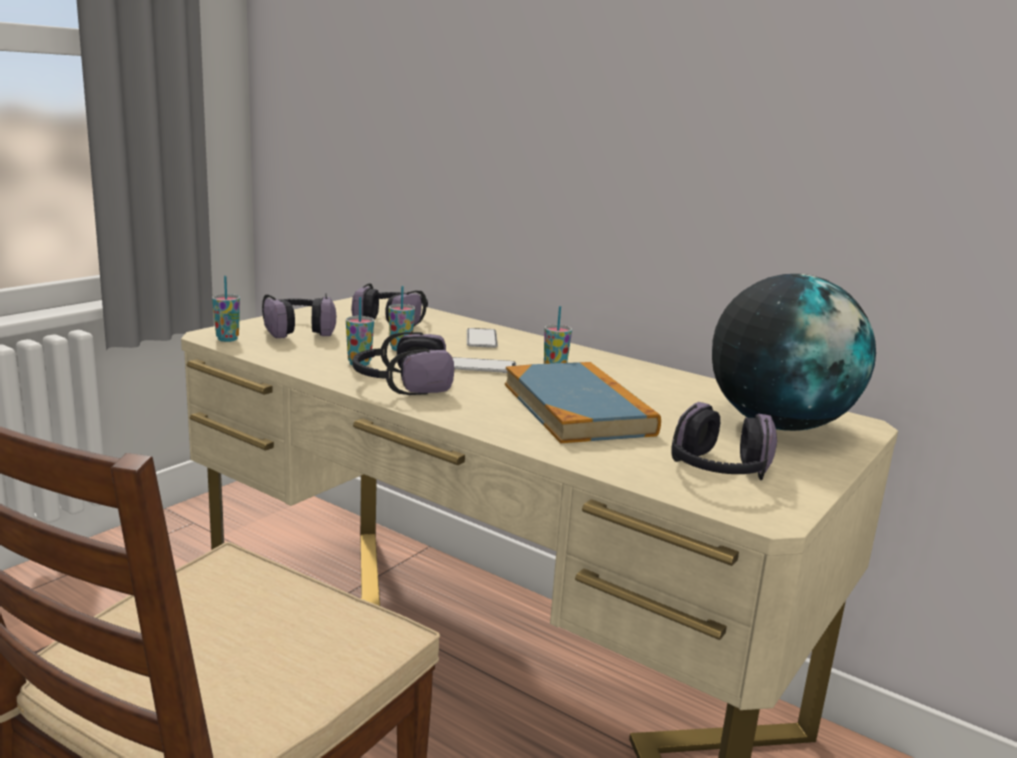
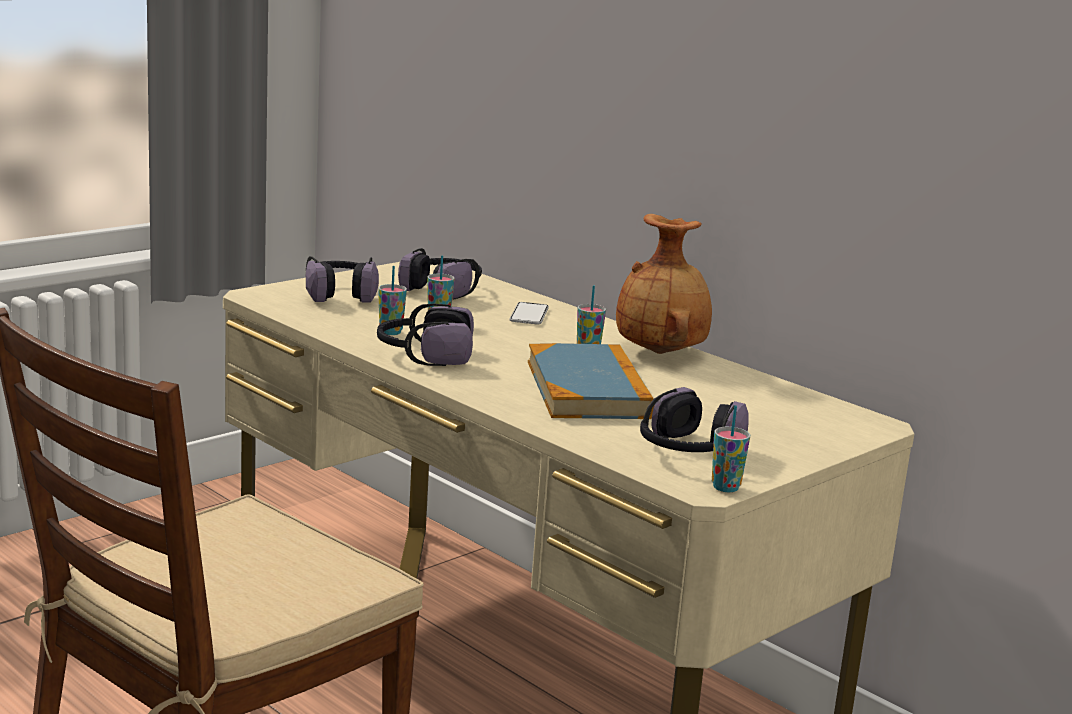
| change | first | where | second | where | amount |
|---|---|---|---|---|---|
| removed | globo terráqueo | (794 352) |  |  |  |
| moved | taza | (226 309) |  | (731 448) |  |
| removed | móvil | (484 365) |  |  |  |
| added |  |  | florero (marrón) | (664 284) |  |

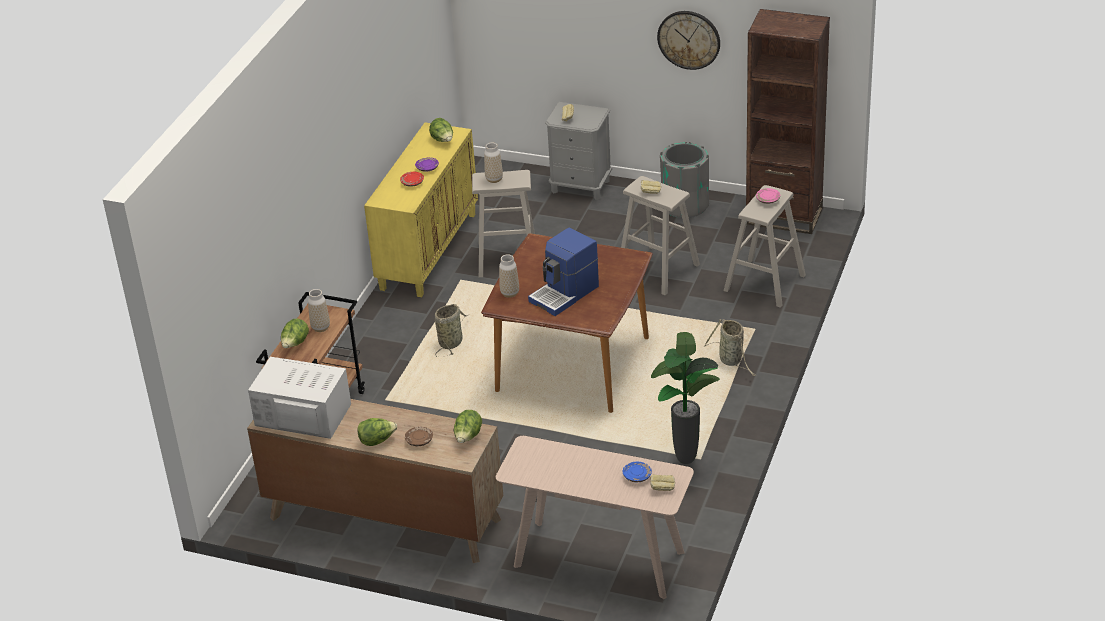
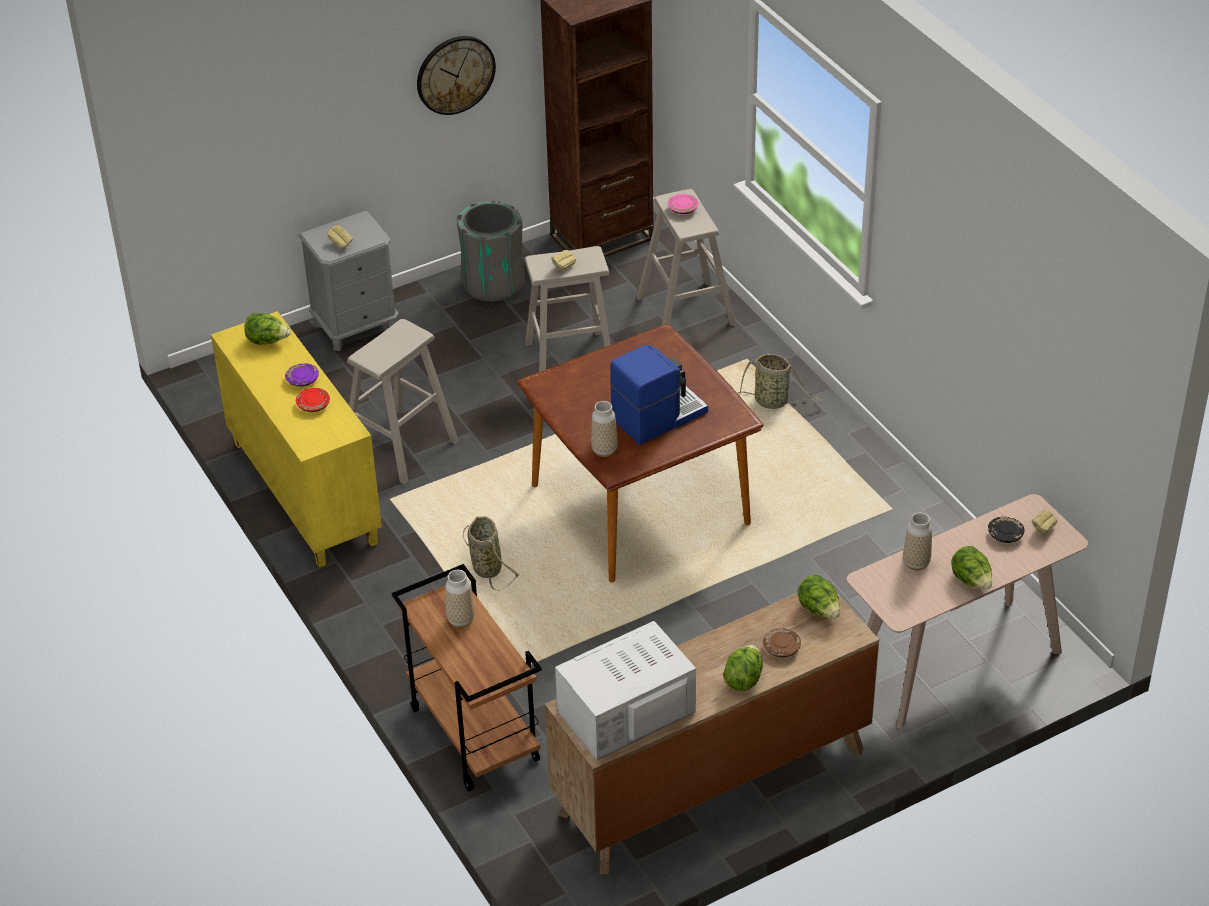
| change | first | where | second | where | amount |
|---|---|---|---|---|---|
| moved | florero | (493 163) |  | (917 542) |  |
| turned | cafetera | (563 272) |  | (659 394) | 120 degrees counterclockwise |
| moved | lechuga | (295 333) |  | (971 567) |  |
| removed | planta en maceta | (685 398) |  |  |  |
| recoloured | plato (azul) | (637 472) | plato (negro) | (1006 530) |  |

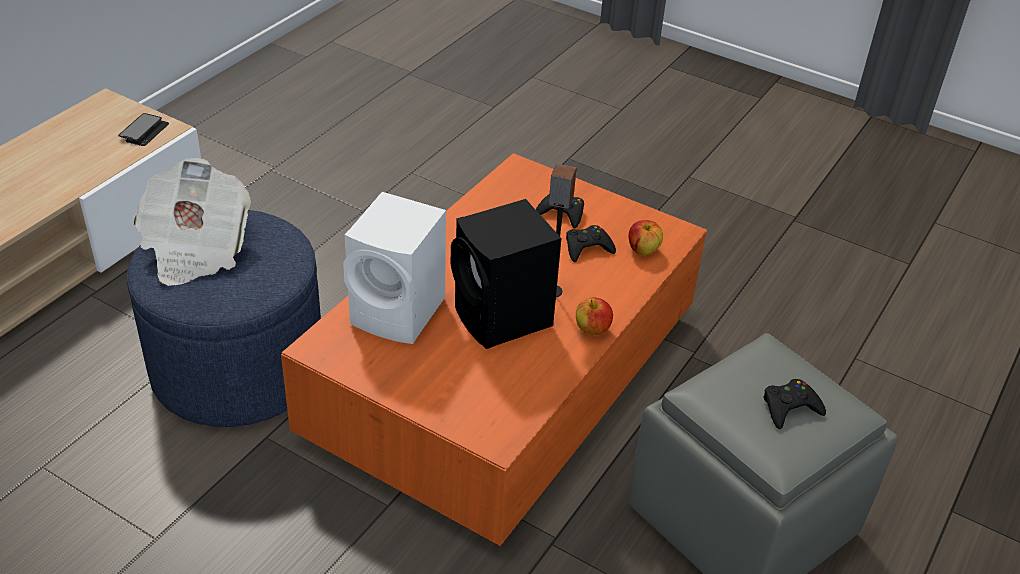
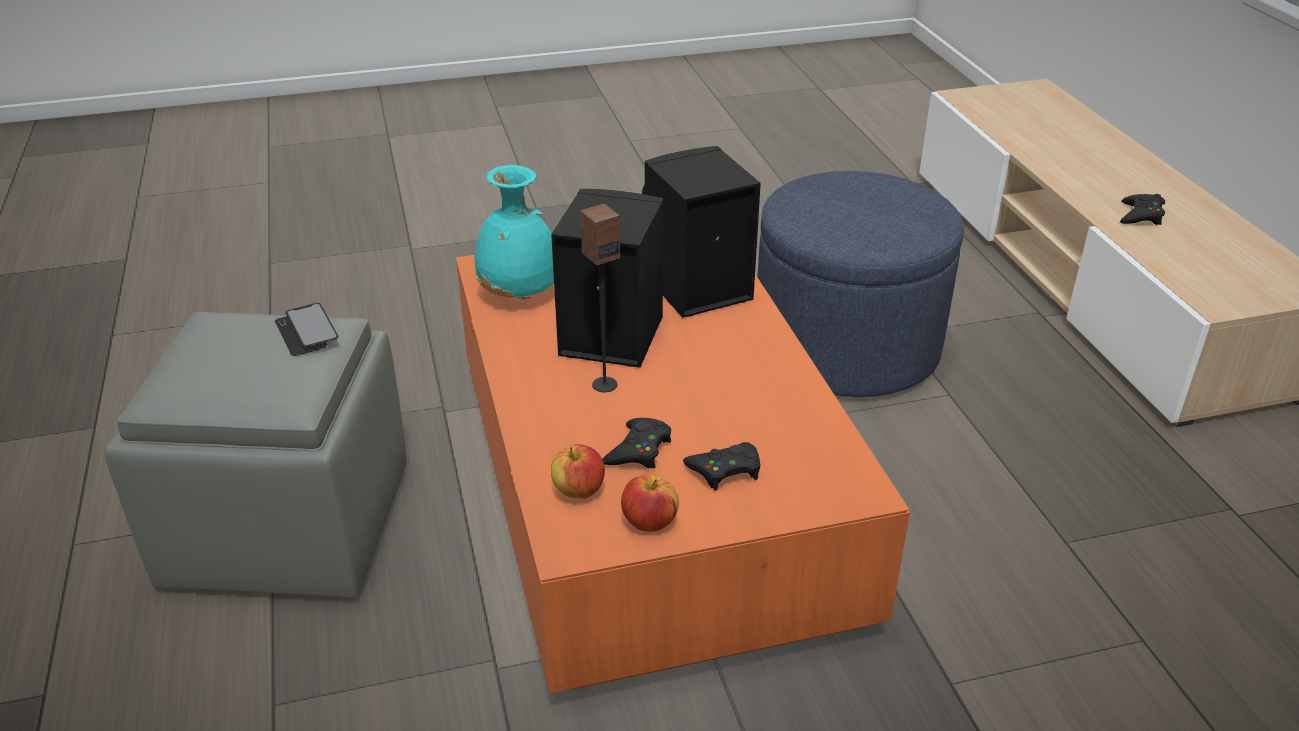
| change | first | where | second | where | amount |
|---|---|---|---|---|---|
| moved | móvil | (143 129) |  | (307 329) |  |
| removed | periódico | (192 222) |  |  |  |
| recoloured | altavoz (blanco) | (394 268) | altavoz (negro) | (701 232) |  |
| moved | manzana | (594 316) |  | (650 503) |  |
| moved | mando de consola (negro) | (794 404) |  | (1142 209) |  |
| added |  |  | florero (turquesa) | (514 232) |  |

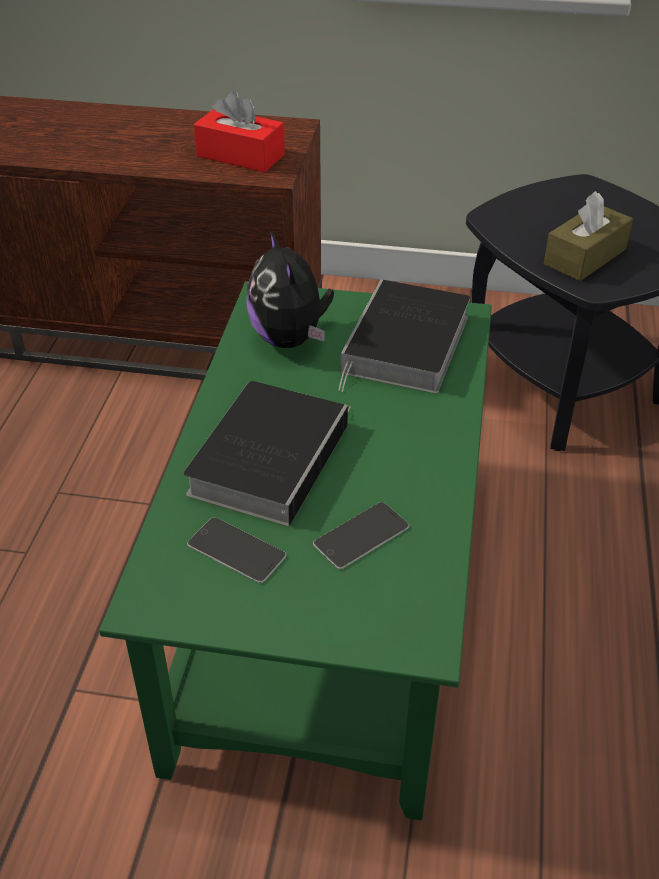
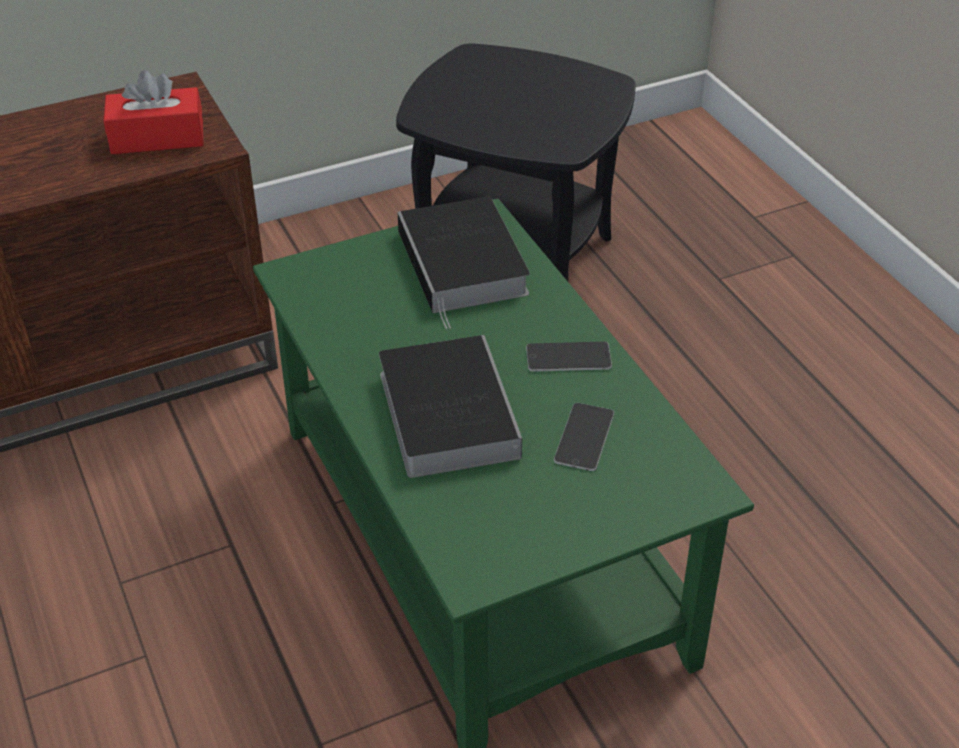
| change | first | where | second | where | amount |
|---|---|---|---|---|---|
| removed | caja de pañuelos (marrón) | (588 236) |  |  |  |
| removed | peluche | (290 288) |  |  |  |
| moved | móvil | (236 550) |  | (569 357) |  |

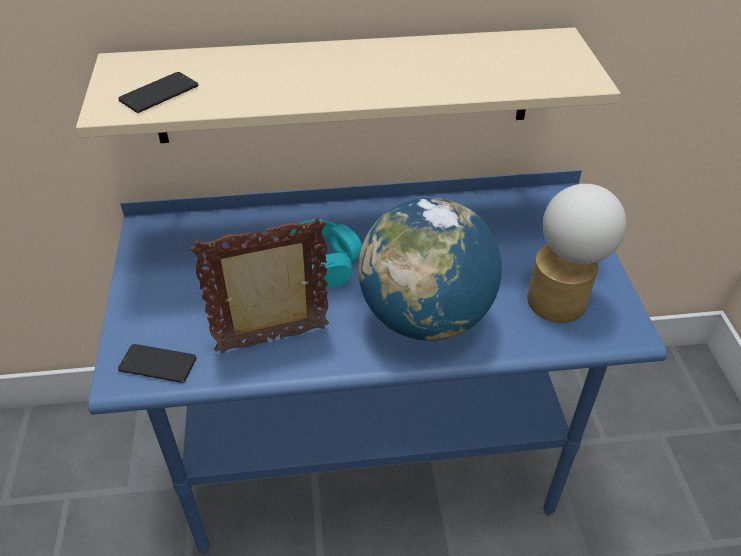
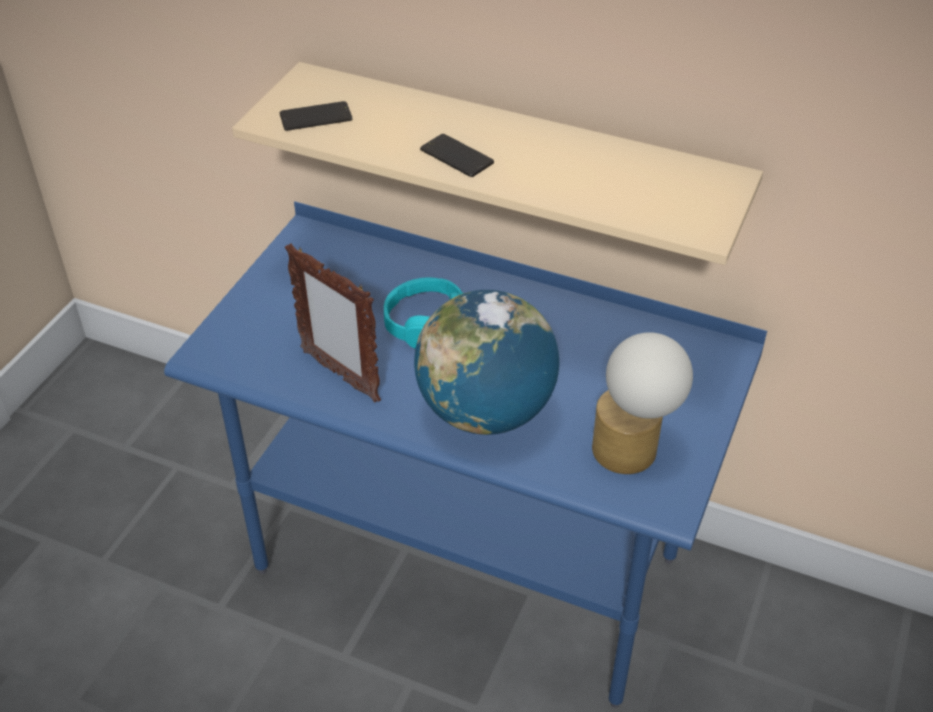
| change | first | where | second | where | amount |
|---|---|---|---|---|---|
| turned | portarretratos | (259 285) |  | (333 322) | 150 degrees counterclockwise |
| moved | móvil | (157 363) |  | (457 155) |  |

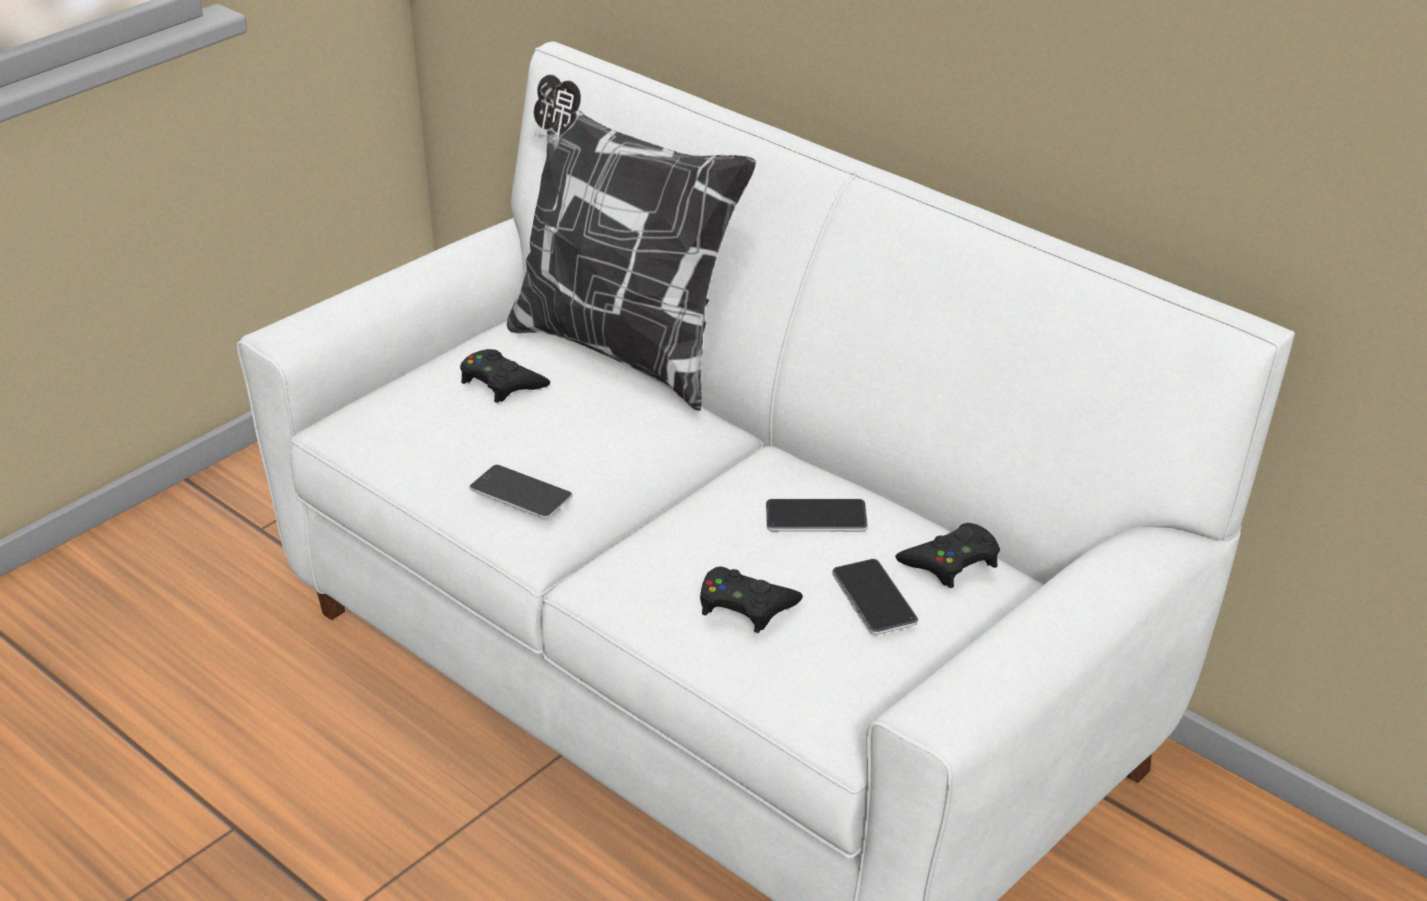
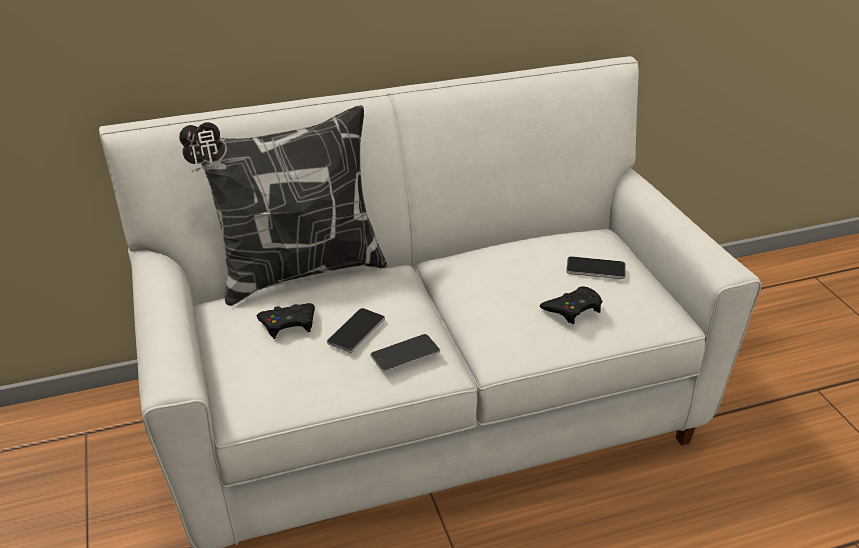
| change | first | where | second | where | amount |
|---|---|---|---|---|---|
| moved | móvil | (817 515) |  | (356 330) |  |
| removed | mando de consola (negro) | (948 555) |  |  |  |

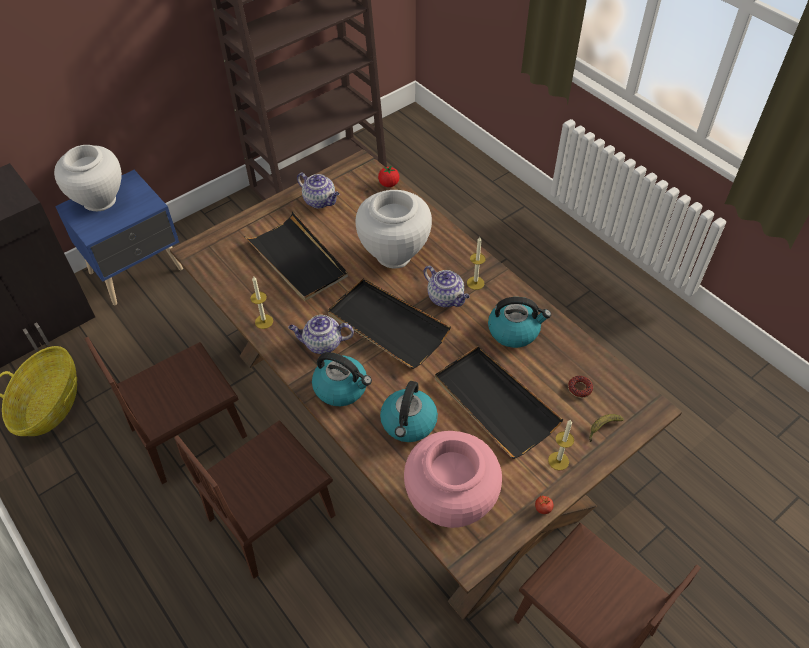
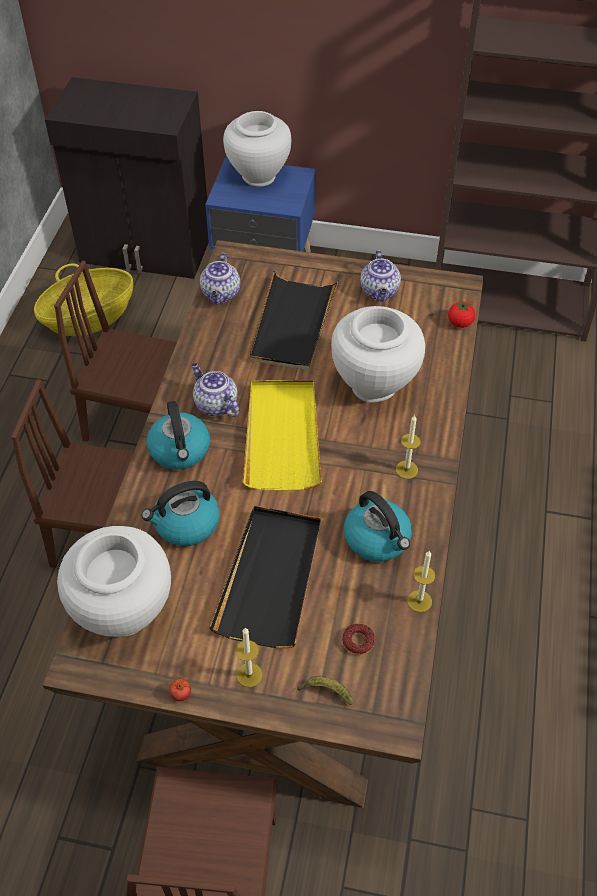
| change | first | where | second | where | amount |
|---|---|---|---|---|---|
| moved | tetera | (447 286) |  | (220 278) |  |
| moved | vela | (261 302) |  | (421 581) |  |
| recoloured | bandeja (negro) | (389 324) | bandeja (amarillo) | (282 435) |  |
| recoloured | florero (rosa) | (453 479) | florero (blanco) | (114 581) |  |

